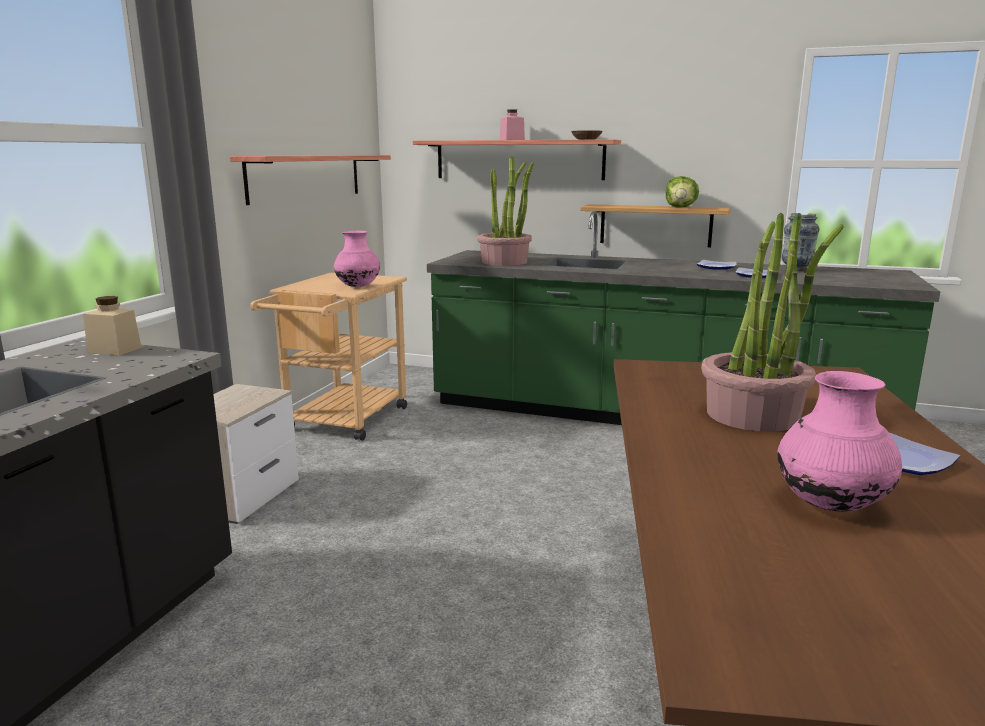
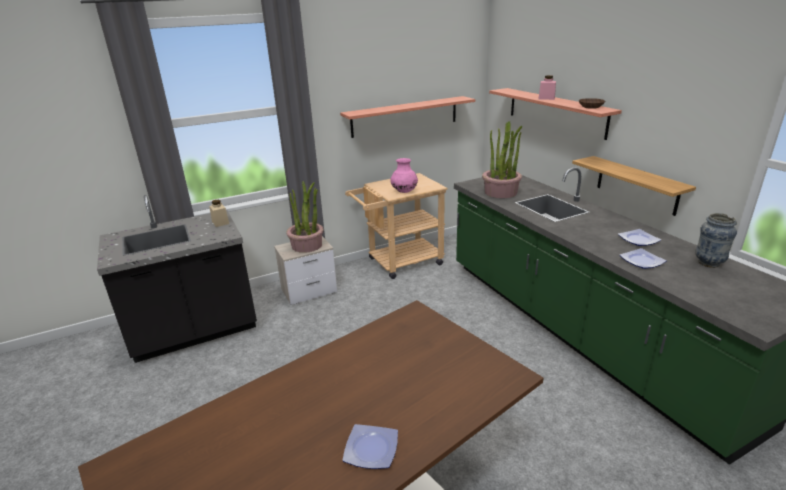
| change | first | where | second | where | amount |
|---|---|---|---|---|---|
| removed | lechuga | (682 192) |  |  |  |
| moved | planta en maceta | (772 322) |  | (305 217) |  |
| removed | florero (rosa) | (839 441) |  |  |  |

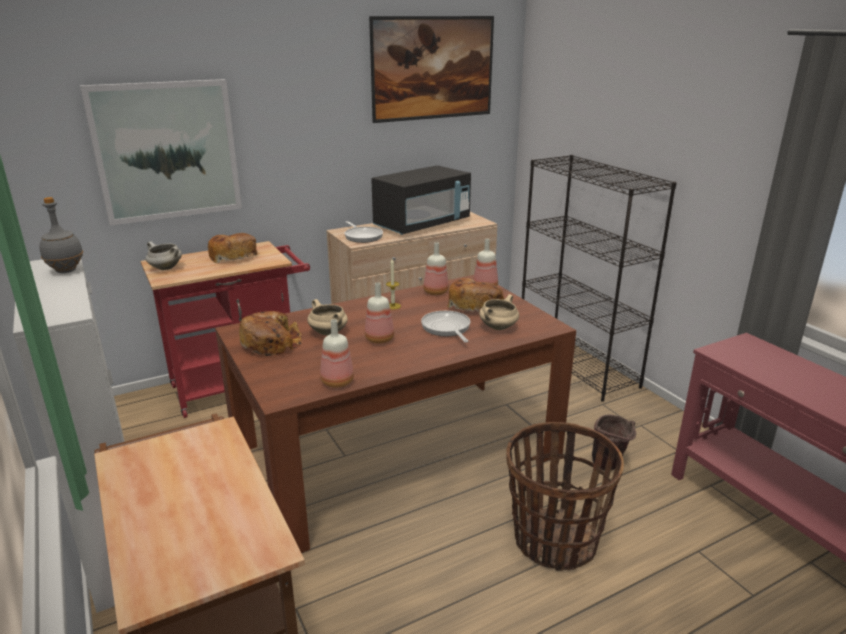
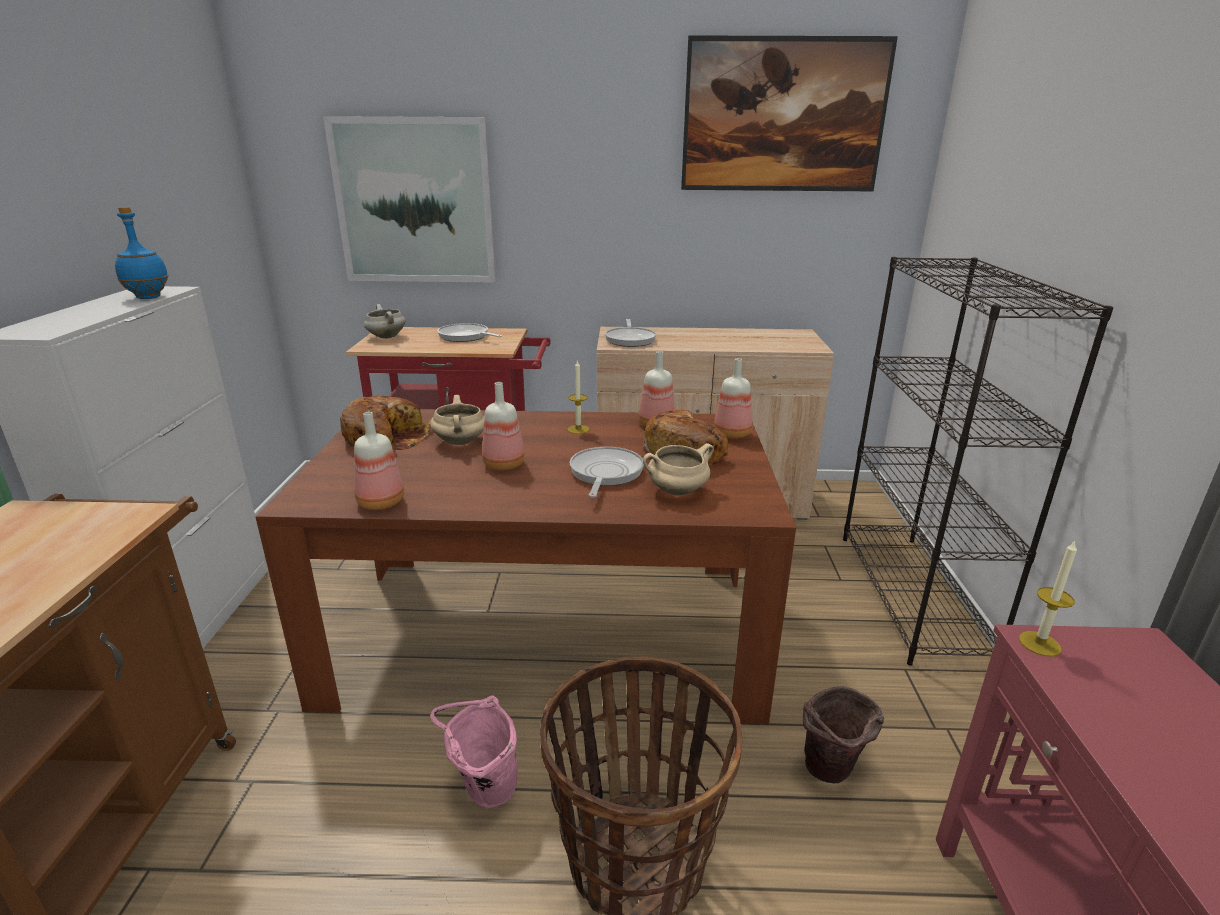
| change | first | where | second | where | amount |
|---|---|---|---|---|---|
| removed | microondas (negro) | (421 200) |  |  |  |
| recoloured | botella (gris) | (61 235) | botella (azul) | (142 253) |  |
| replaced | pan | (232 248) | sartén | (469 332) |  |
| added |  |  | vela | (1048 599) |  |
| added |  |  | cubo (rosa) | (474 751) |  |

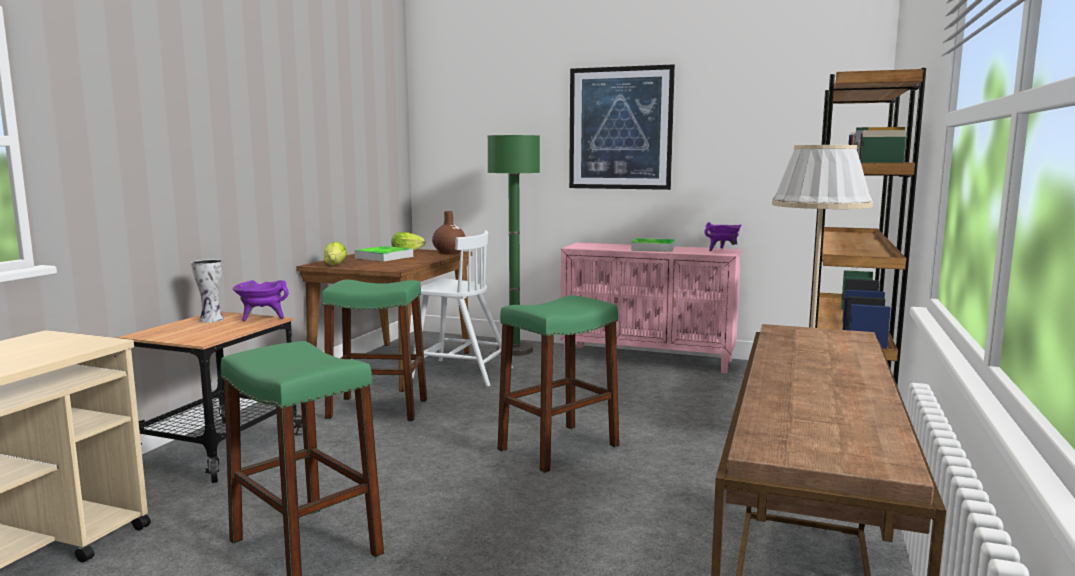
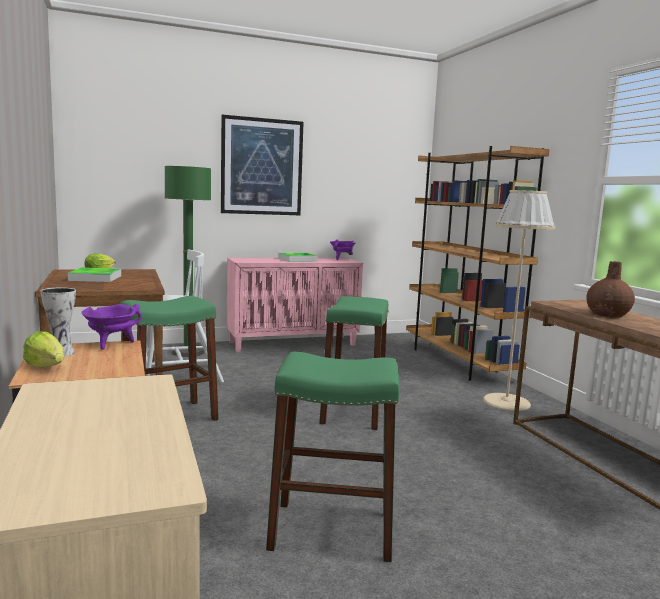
| change | first | where | second | where | amount |
|---|---|---|---|---|---|
| moved | florero (marrón) | (449 232) |  | (610 289) |  |
| moved | lechuga | (335 253) |  | (43 349) |  |

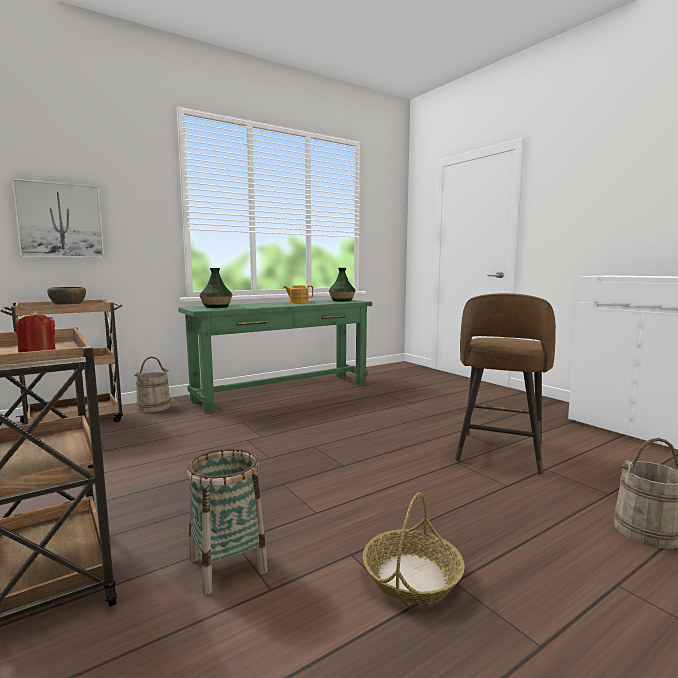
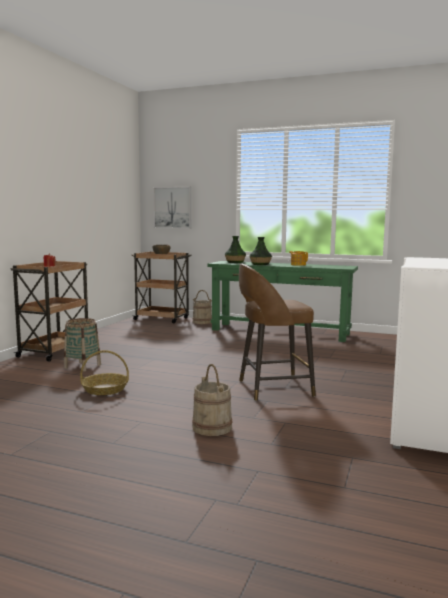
| change | first | where | second | where | amount |
|---|---|---|---|---|---|
| moved | florero | (342 284) |  | (260 251) |  |

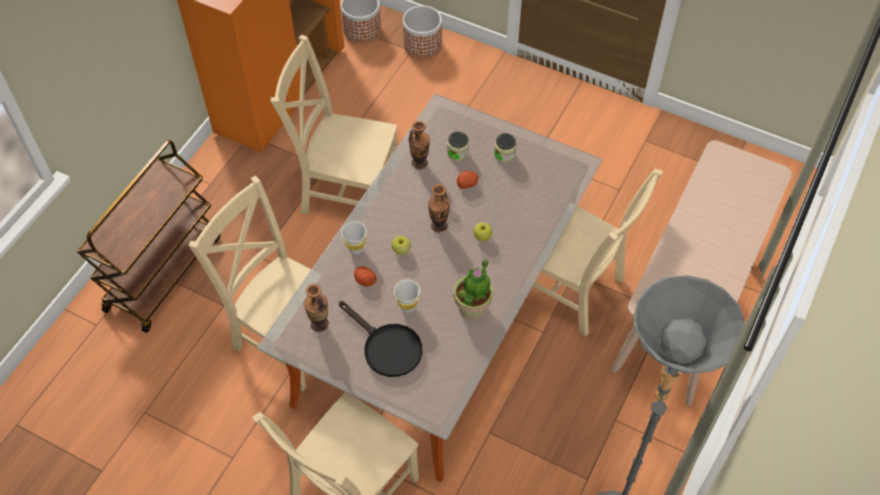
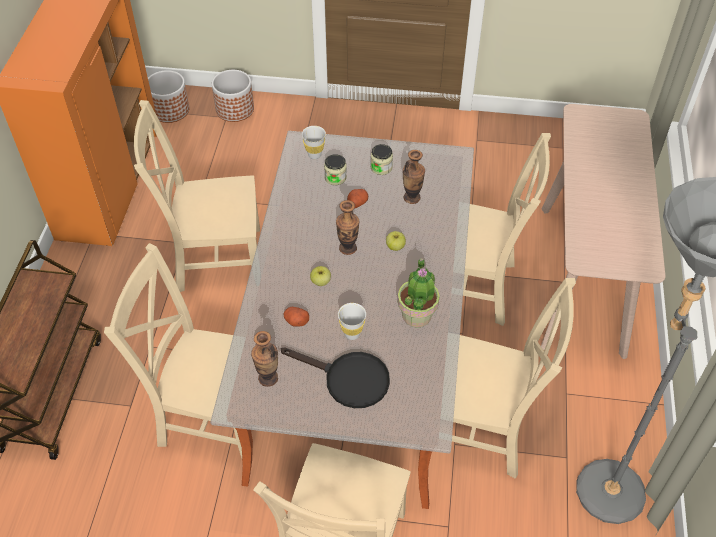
| change | first | where | second | where | amount |
|---|---|---|---|---|---|
| moved | florero | (419 145) |  | (414 177) |  |
| moved | taza (blanco) | (354 237) |  | (314 142) |  |
| added |  |  | silla (beis) | (514 378) |  |

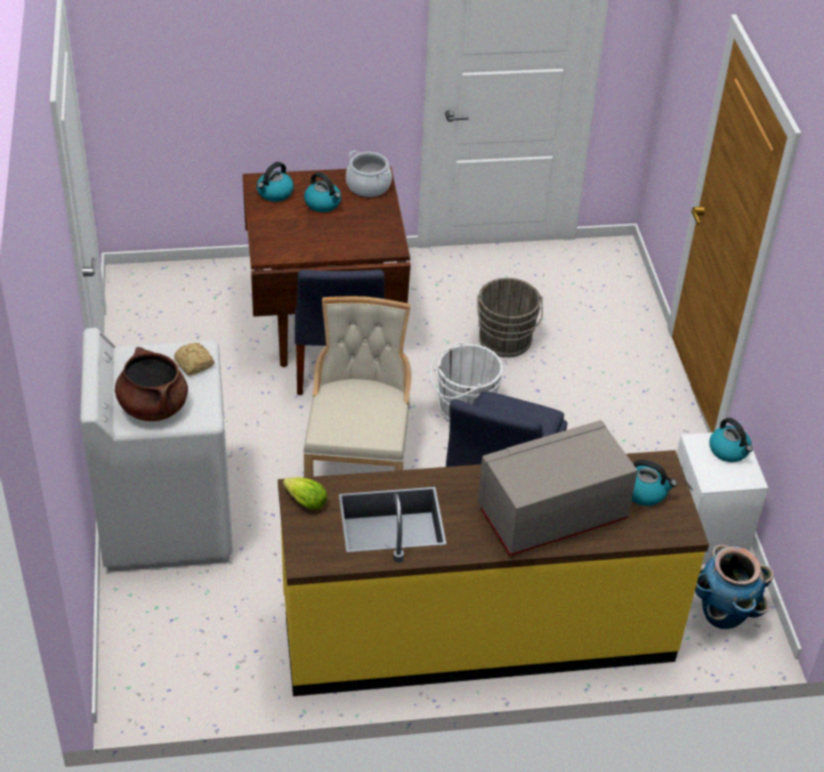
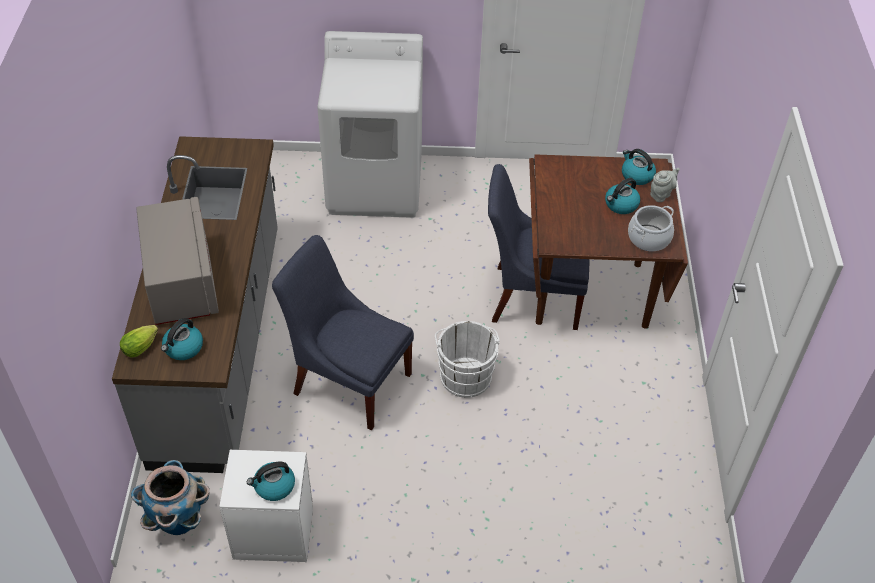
| change | first | where | second | where | amount |
|---|---|---|---|---|---|
| removed | cubo (gris) | (510 318) |  |  |  |
| removed | silla (beis) | (357 386) |  |  |  |
| removed | pan | (194 359) |  |  |  |
| removed | olla (marrón) | (151 384) |  |  |  |
| recoloured | mueble bajo de cocina (amarillo) | (493 573) | mueble bajo de cocina (gris) | (195 304) |  |
| moved | lechuga | (305 493) |  | (139 341) |  |
| added |  |  | tetera (gris) | (665 185) |  |

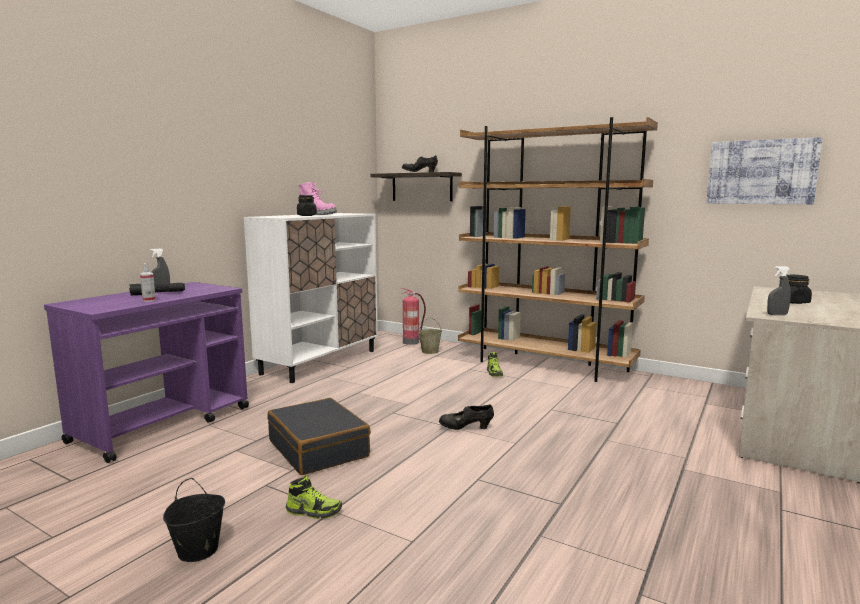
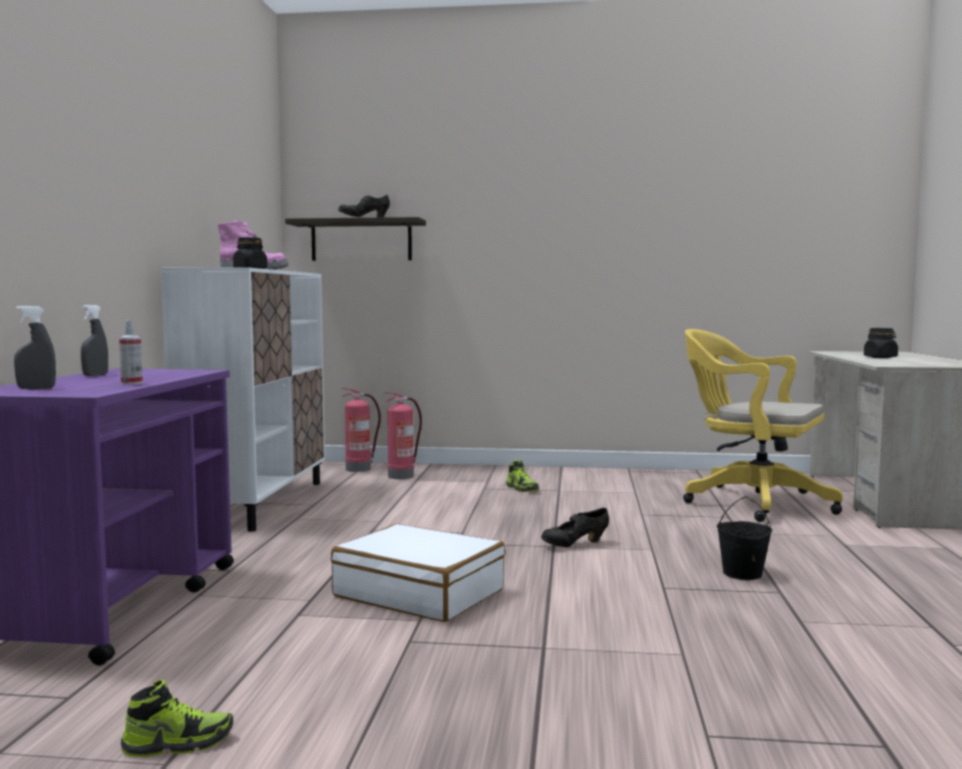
| change | first | where | second | where | amount |
|---|---|---|---|---|---|
| removed | estantería (marrón) | (558 249) |  |  |  |
| removed | cuadro | (764 170) |  |  |  |
| moved | pulverizador (gris) | (779 290) |  | (35 347) |  |
| removed | linterna (negro) | (157 289) |  |  |  |
| replaced | cubo (beis) | (430 336) | extintor | (403 435) |  |
| recoloured | maleta (negro) | (319 436) | maleta (blanco) | (418 573) |  |
| moved | zapato | (314 497) |  | (177 718) |  |
| moved | cubo (negro) | (194 520) |  | (744 538) |  |
| added |  |  | silla de oficina (amarillo) | (763 425) |  |

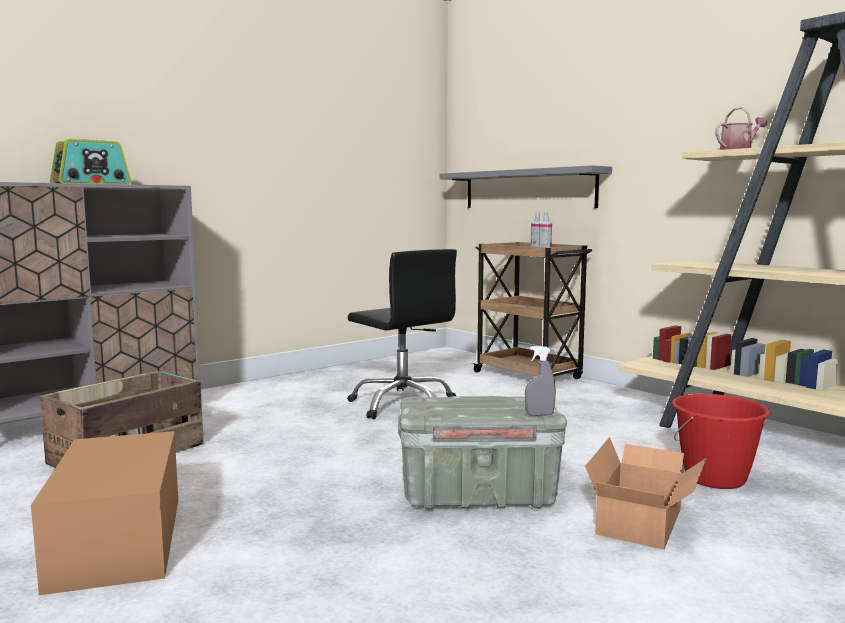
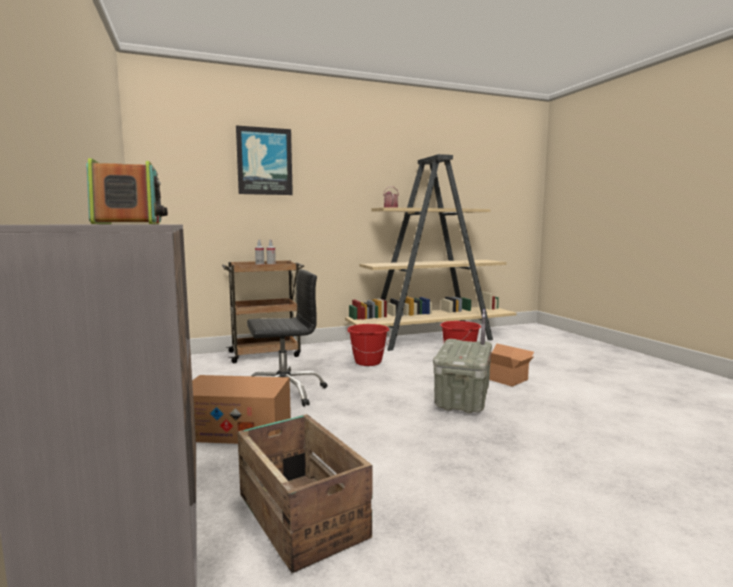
| change | first | where | second | where | amount |
|---|---|---|---|---|---|
| removed | estante (gris) | (525 186) |  |  |  |
| moved | caja de cartón | (104 513) |  | (241 409) |  |
| added |  |  | cuadro | (264 160) |  |
| added |  |  | cubo (rojo) | (368 345) |  |

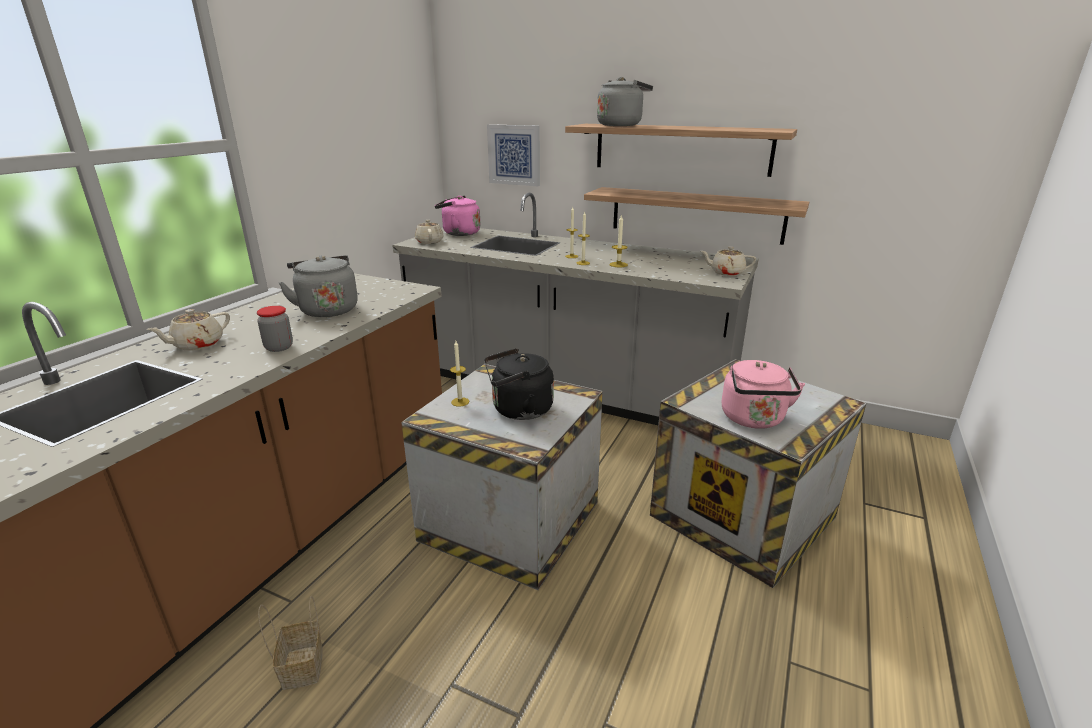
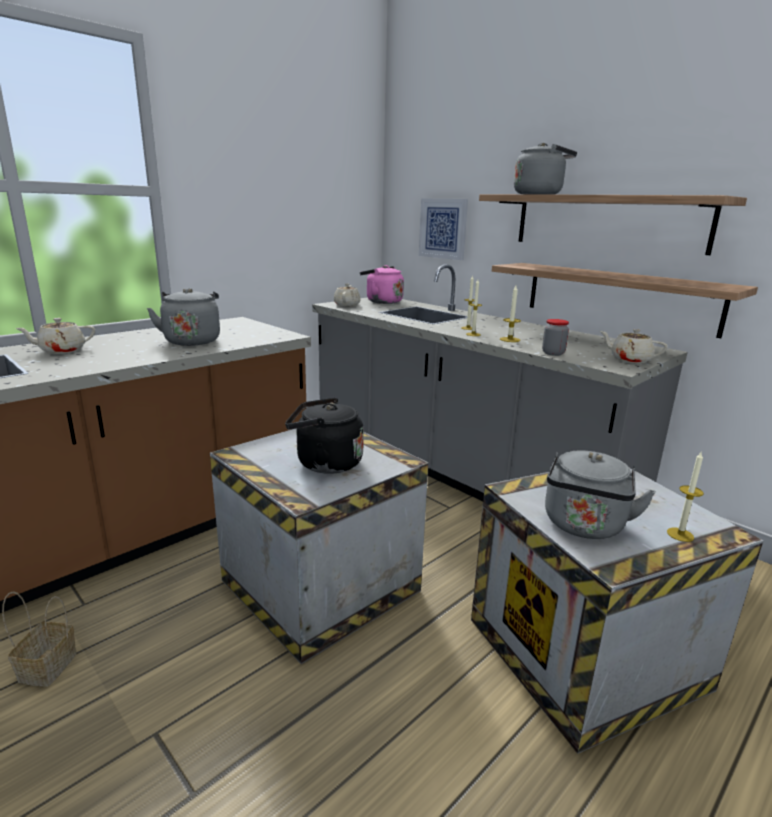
| change | first | where | second | where | amount |
|---|---|---|---|---|---|
| moved | tarro | (275 329) |  | (555 337) |  |
| moved | vela | (459 374) |  | (685 496) |  |
| recoloured | hervidor (rosa) | (763 394) | hervidor (gris) | (600 494) |  |

